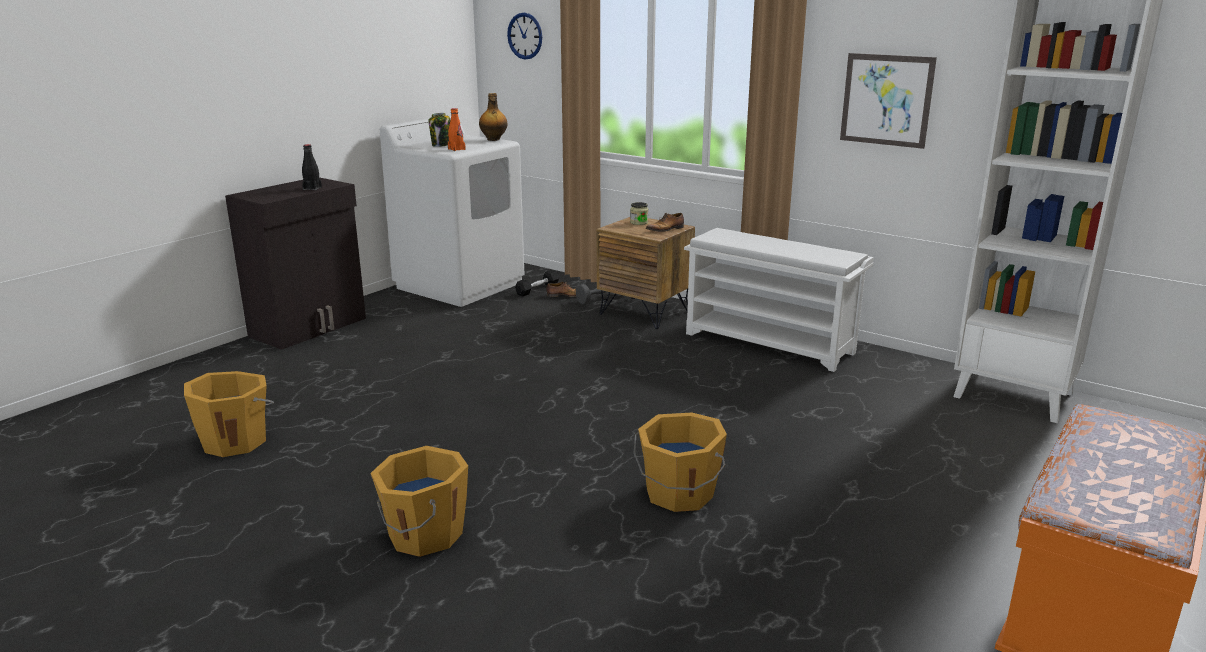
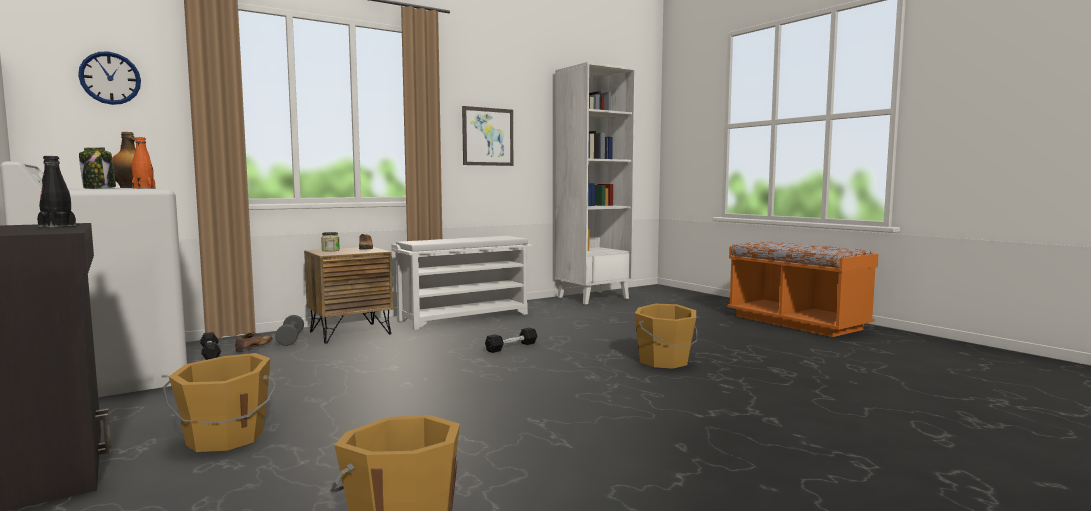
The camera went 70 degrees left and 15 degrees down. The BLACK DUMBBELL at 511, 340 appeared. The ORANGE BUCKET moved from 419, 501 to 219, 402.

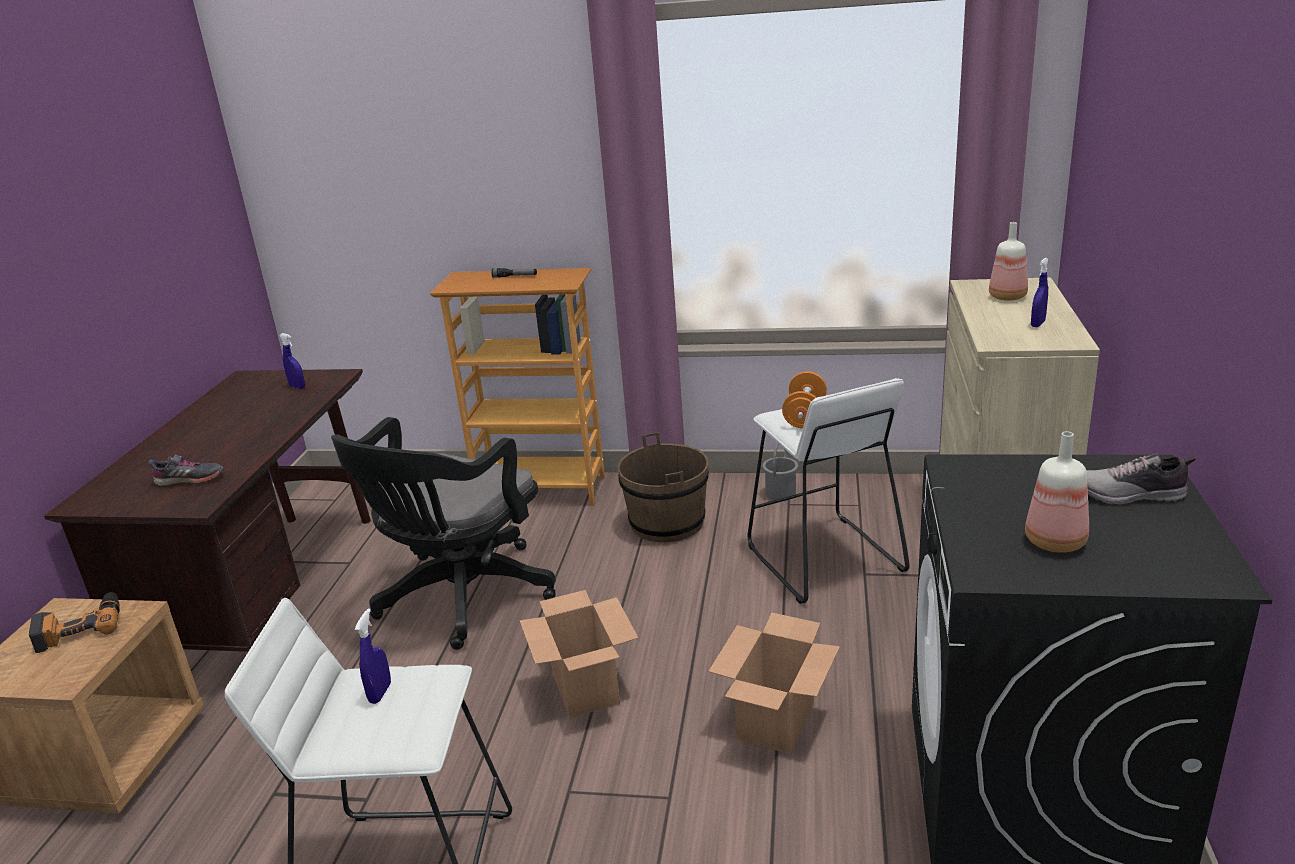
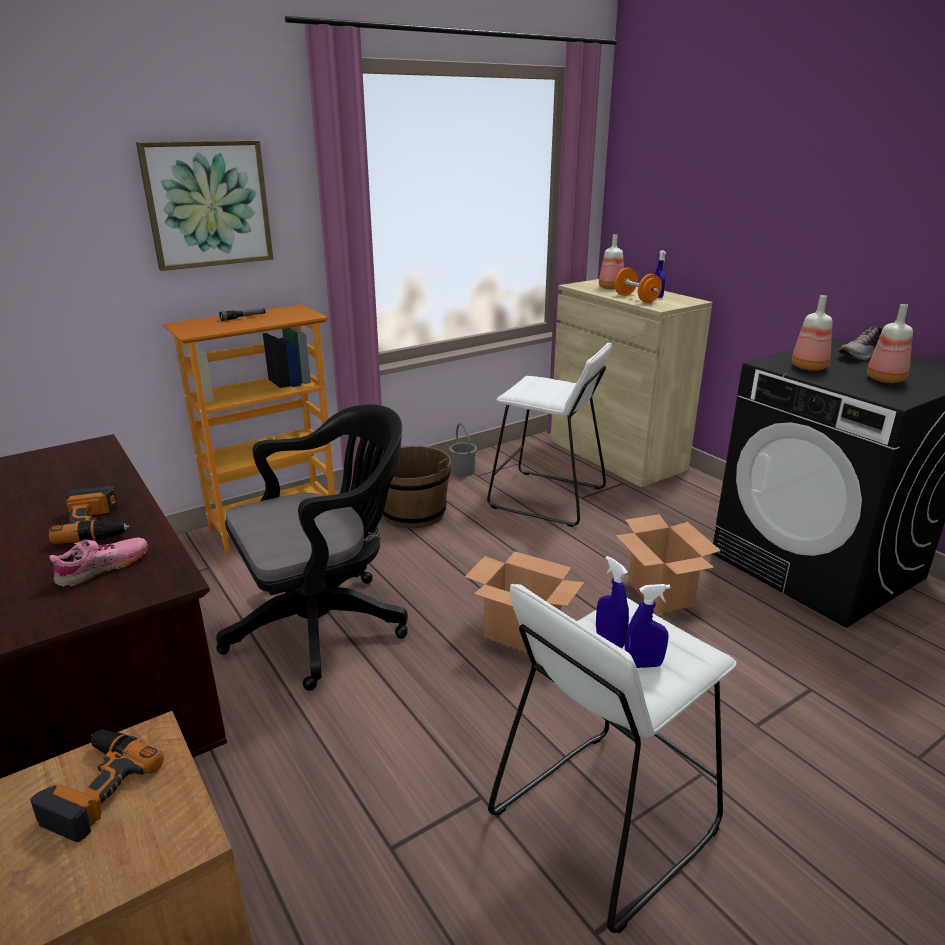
The camera went 45 degrees left and 0 degrees up. The POWER DRILL at 88, 514 appeared. The PICTURE at 204, 205 appeared. The BOTTLE at 812, 333 appeared. The BLUE SPRAY BOTTLE moved from 292, 361 to 647, 626. The ORANGE DUMBBELL moved from 804, 399 to 638, 285. The GREY SHOE at 186, 470 became the PINK SHOE at 98, 561. The BLACK OFFICE CHAIR at 443, 533 turned 105 degrees counterclockwise.

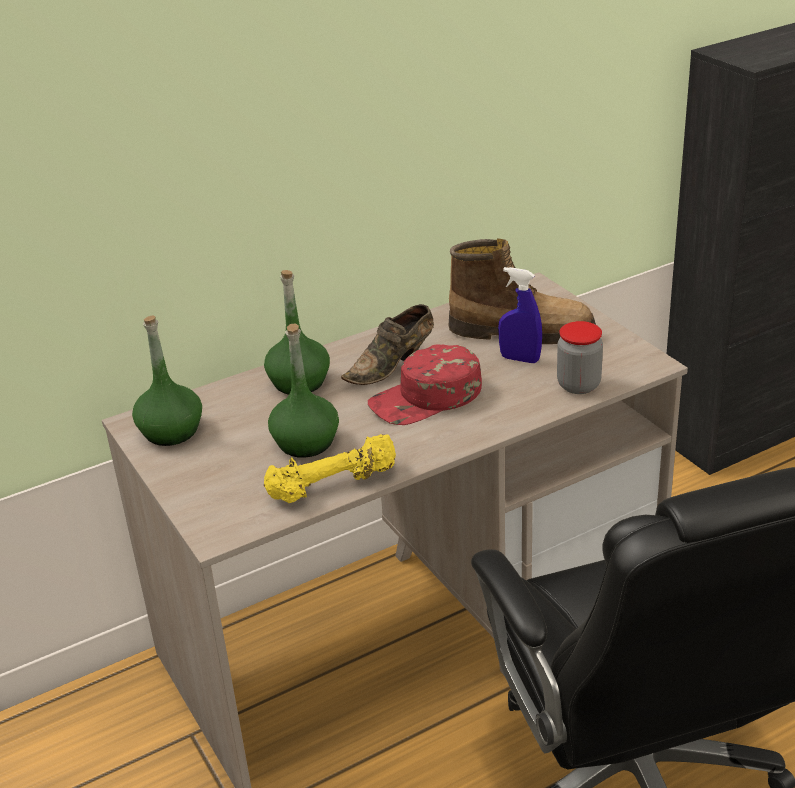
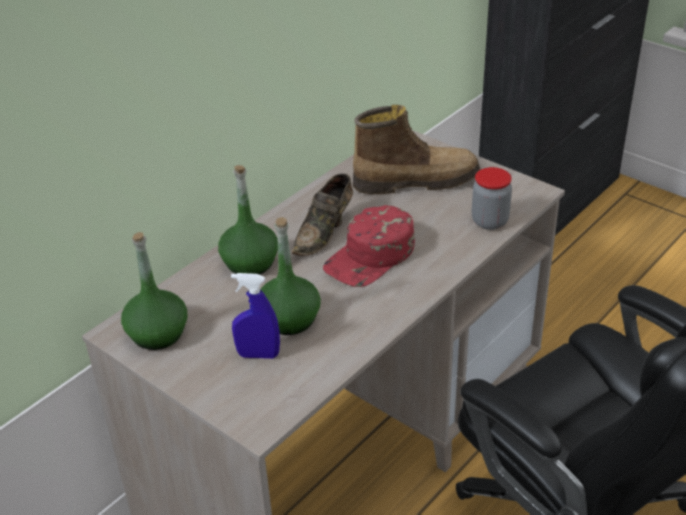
The camera went 20 degrees left and 5 degrees up. The YELLOW DUMBBELL at 330, 468 disappeared. The BLUE SPRAY BOTTLE moved from 520, 315 to 255, 316.

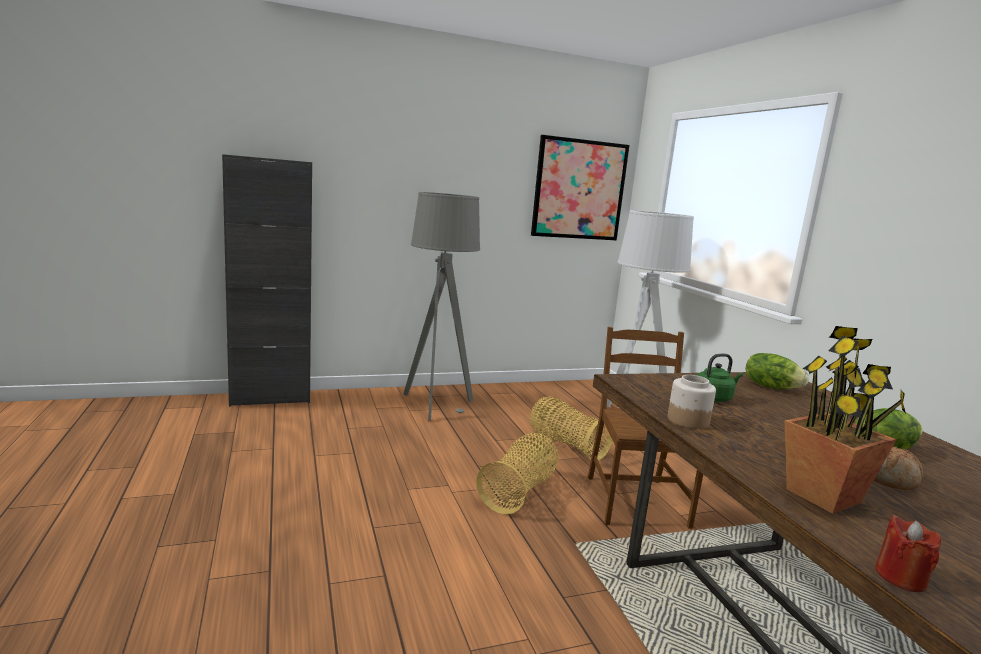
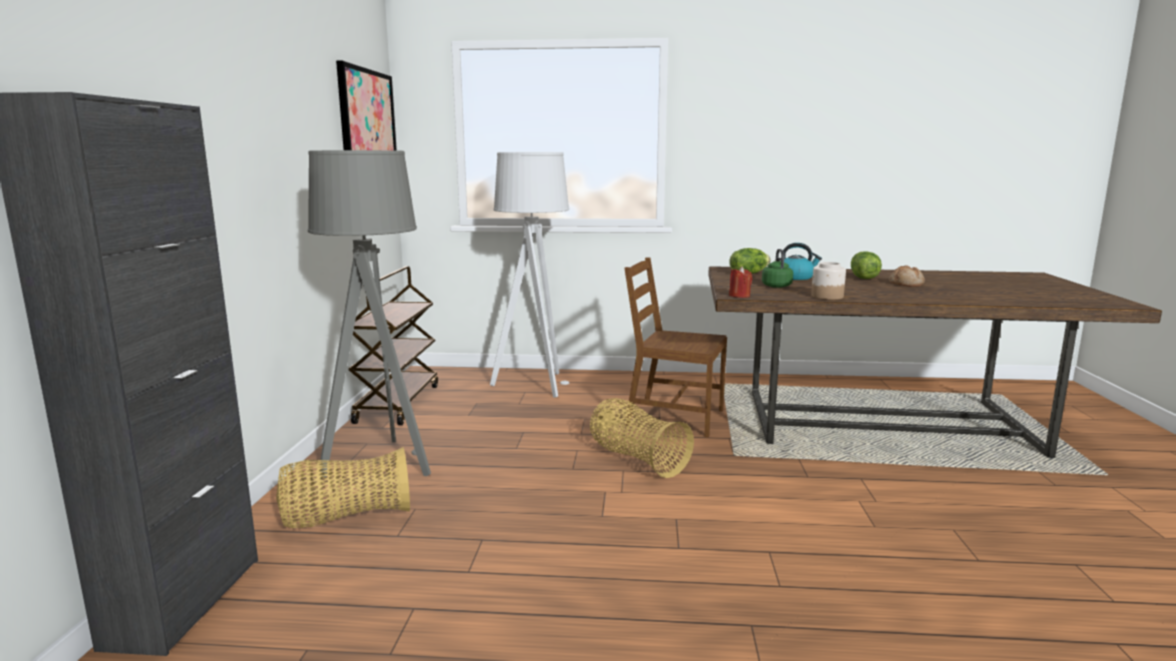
The camera went 65 degrees left and 0 degrees up. The POTTED PLANT at 845, 420 disappeared. The BROWN CART at 393, 345 appeared. The KETTLE at 802, 261 appeared. The BASKET moved from 571, 429 to 343, 487. The RED CANDLE moved from 908, 553 to 740, 282.

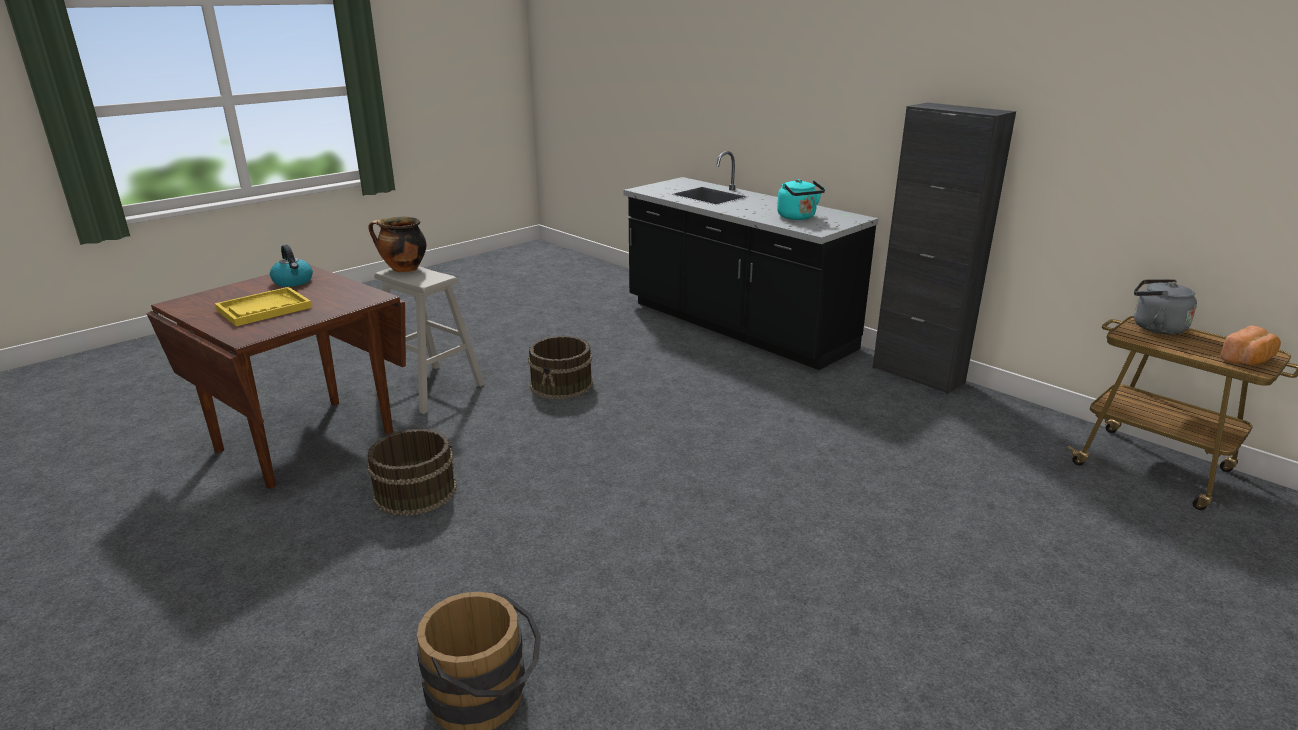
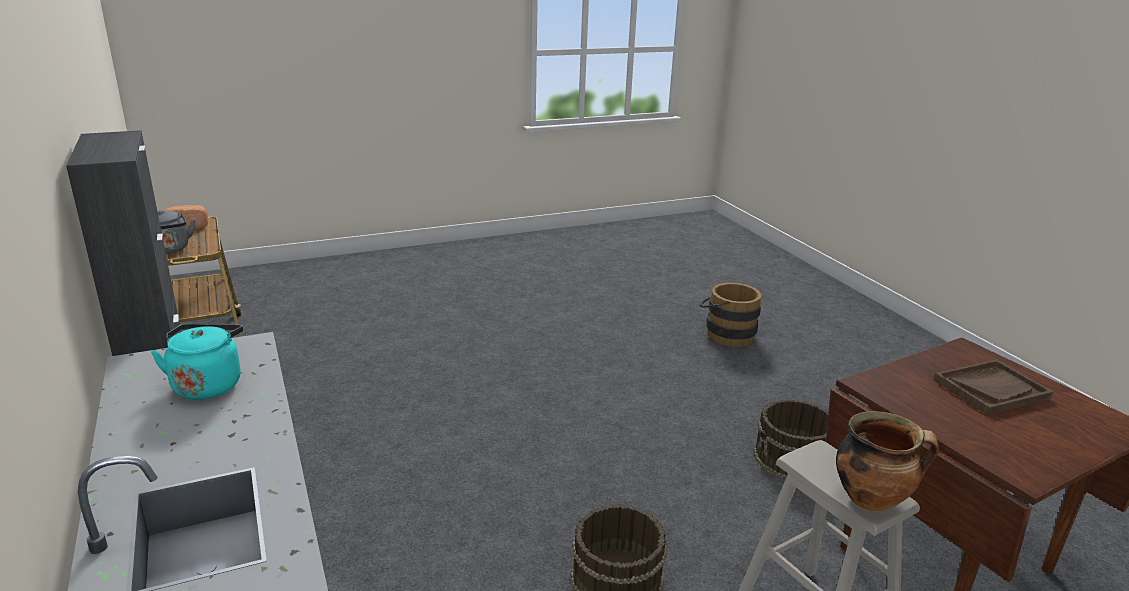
The camera went 160 degrees left and 0 degrees up. The KETTLE at 291, 266 disappeared. The YELLOW TRAY at 263, 306 became the BROWN TRAY at 994, 387.

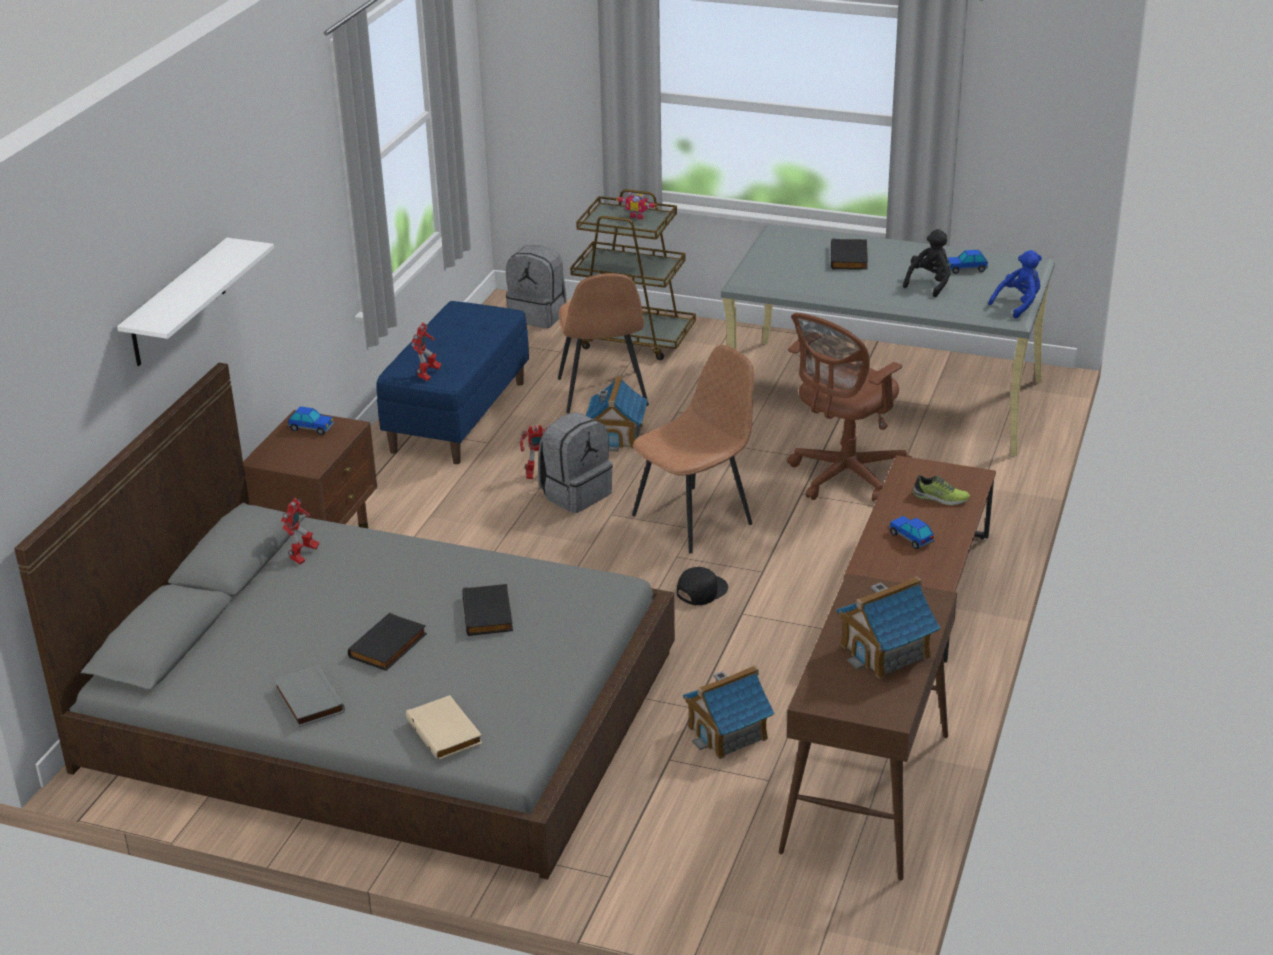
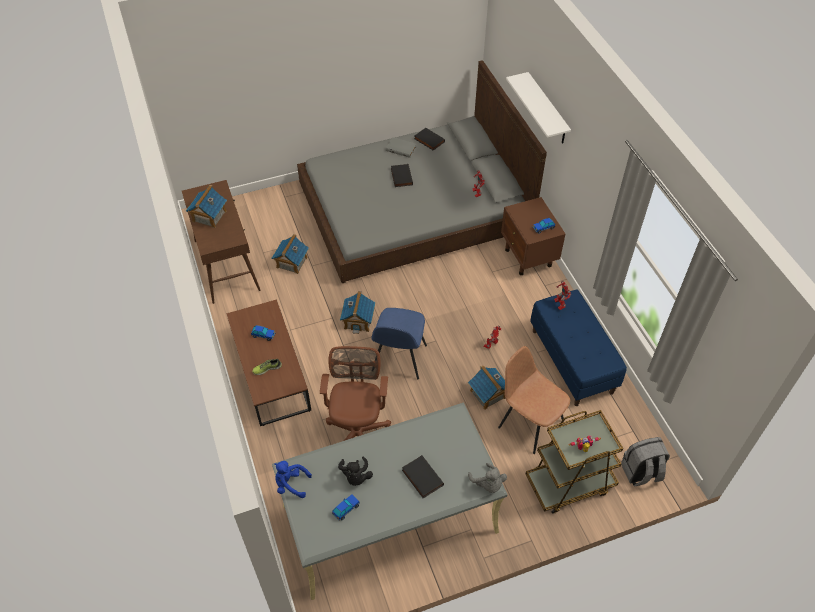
The camera went 140 degrees right and 20 degrees up. The BEIGE BOOK at 444, 728 disappeared. The GREY BACKPACK at 575, 462 disappeared. The GREY PLUSH TOY at 487, 478 appeared. The BLACK BOOK moved from 487, 610 to 429, 139. The BLACK CAP at 702, 586 was replaced by the TOY HOUSE at 357, 312. The BROWN CHAIR at 693, 449 became the BLUE CHAIR at 399, 344. The BLUE PLUSH TOY at 1015, 284 turned 90 degrees clockwise.

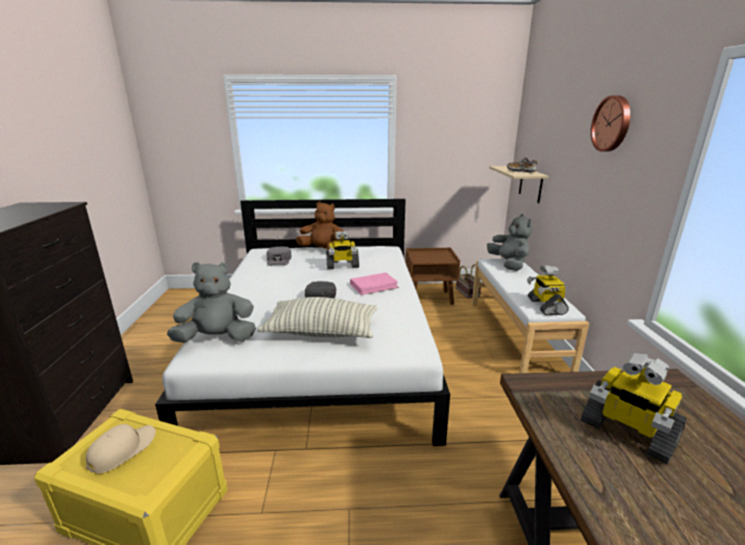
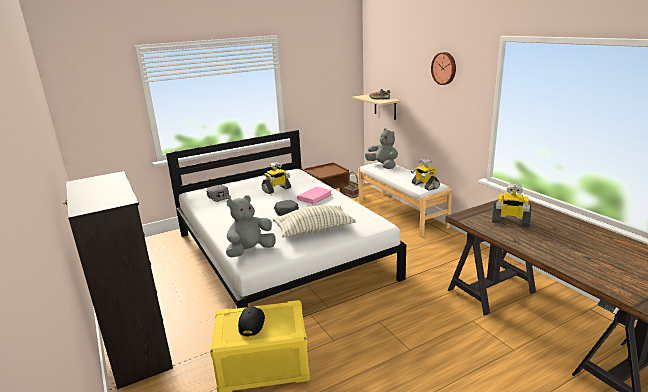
The camera went 25 degrees left and 0 degrees up. The BROWN PLUSH TOY at 319, 225 disappeared. The BEIGE CAP at 120, 449 became the BLACK CAP at 251, 321.

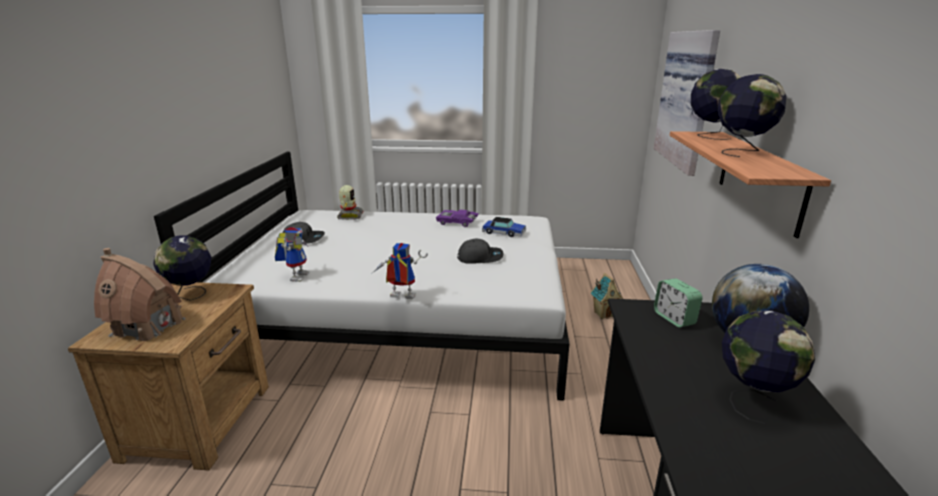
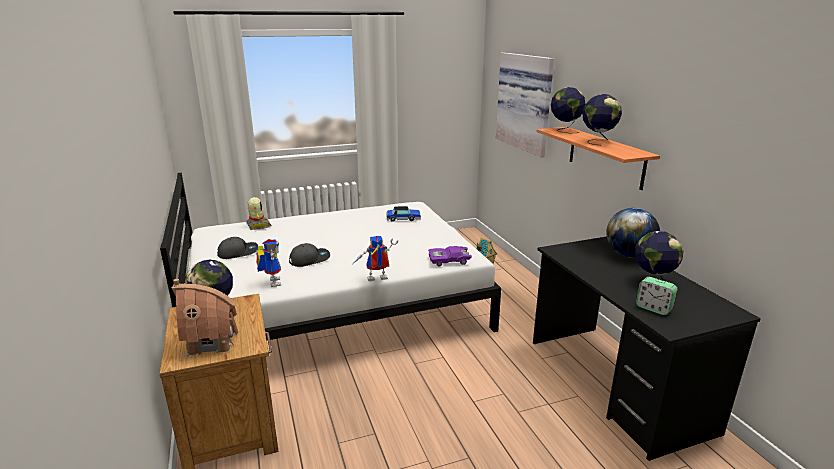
The camera went 25 degrees left and 0 degrees up. The PURPLE TOY CAR moved from 457, 218 to 450, 256. The GREY CAP moved from 480, 251 to 309, 255. The ALARM CLOCK moved from 678, 302 to 656, 296.

